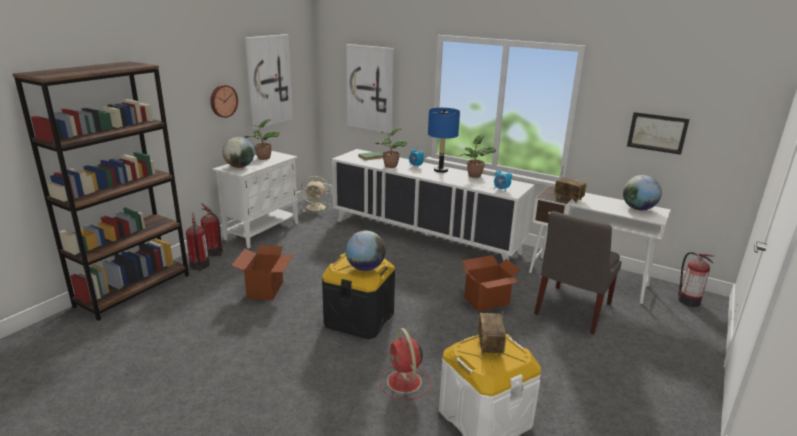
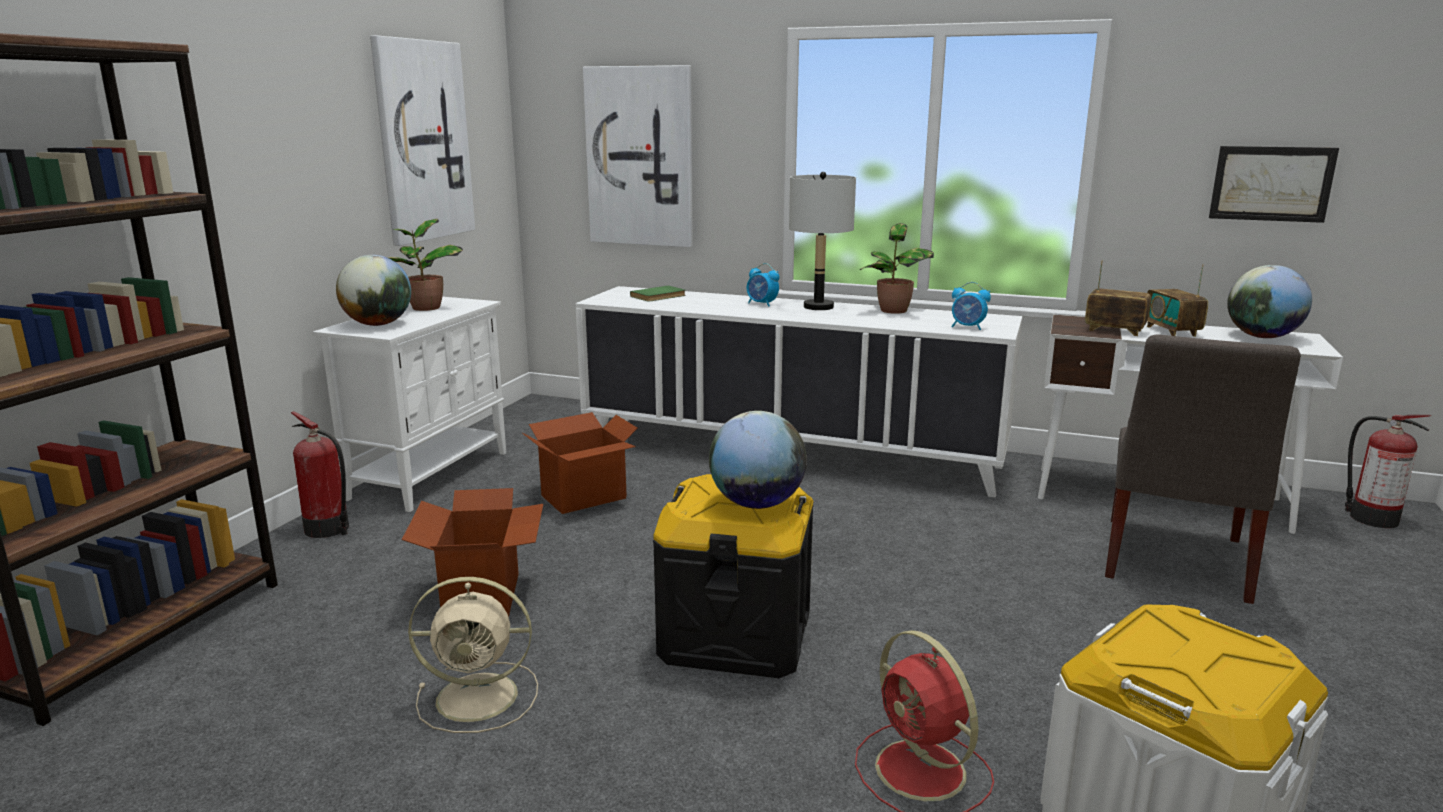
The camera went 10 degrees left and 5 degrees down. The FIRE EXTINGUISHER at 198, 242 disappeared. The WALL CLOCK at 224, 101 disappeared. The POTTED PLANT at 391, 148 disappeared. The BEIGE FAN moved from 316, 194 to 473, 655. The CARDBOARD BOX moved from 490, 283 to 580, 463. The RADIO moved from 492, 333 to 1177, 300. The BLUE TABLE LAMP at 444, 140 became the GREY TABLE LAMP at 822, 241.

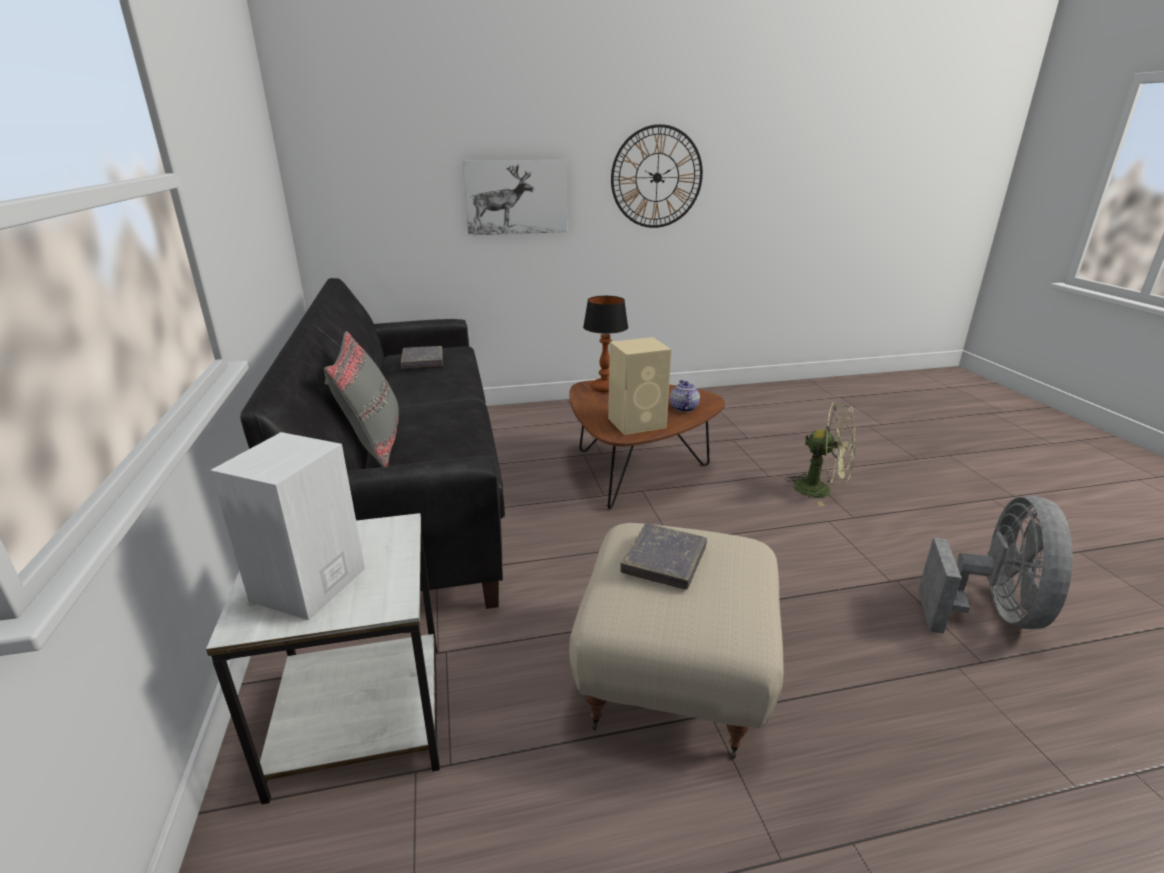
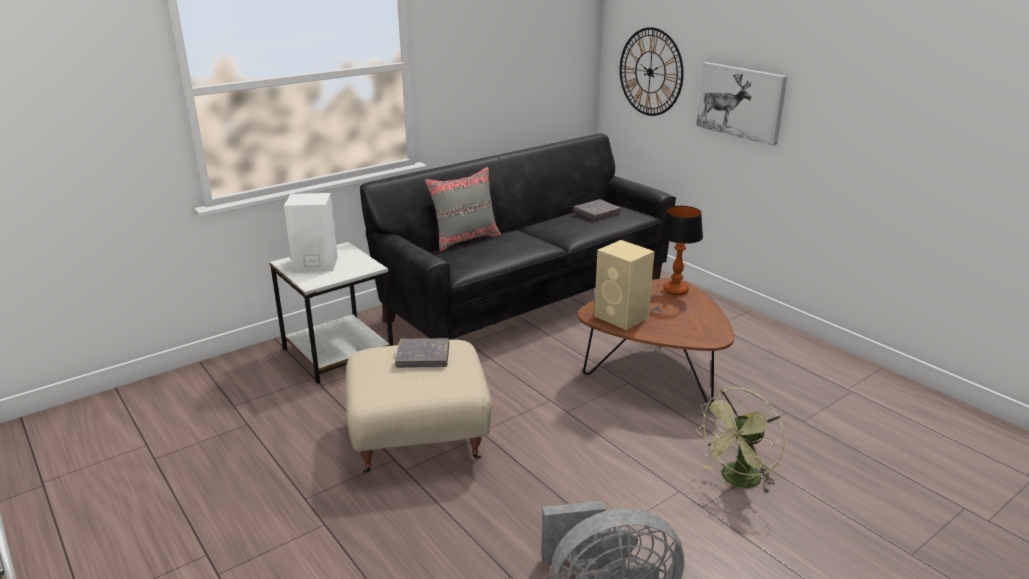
The camera went 65 degrees right and 0 degrees up. The TEAPOT at 685, 396 disappeared. The WALL CLOCK moved from 657, 176 to 652, 71. The GREEN FAN at 820, 454 turned 45 degrees clockwise.

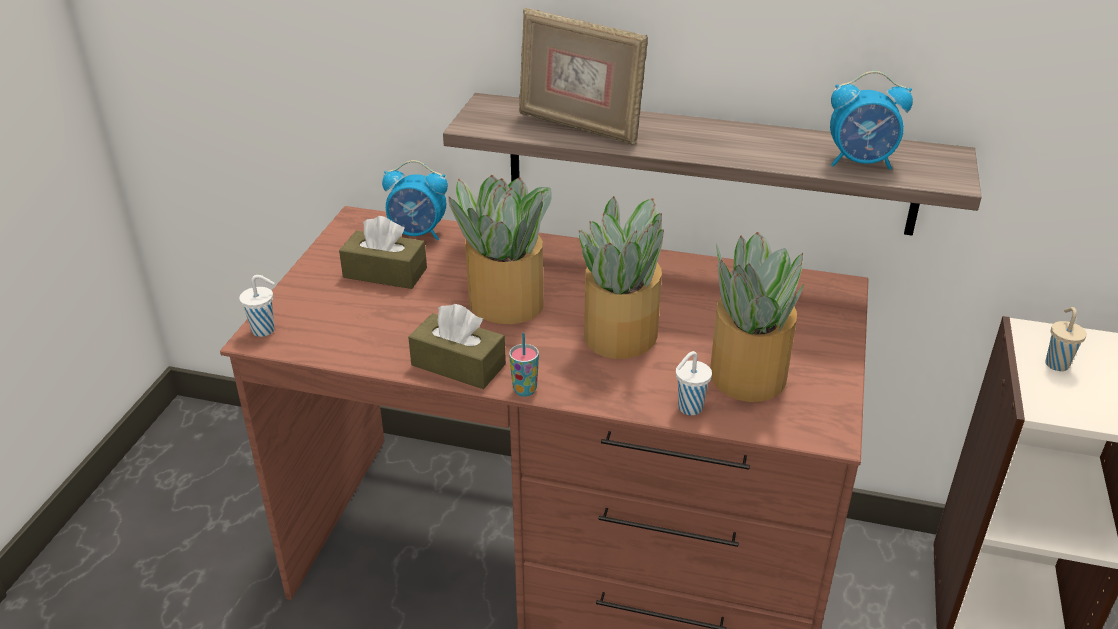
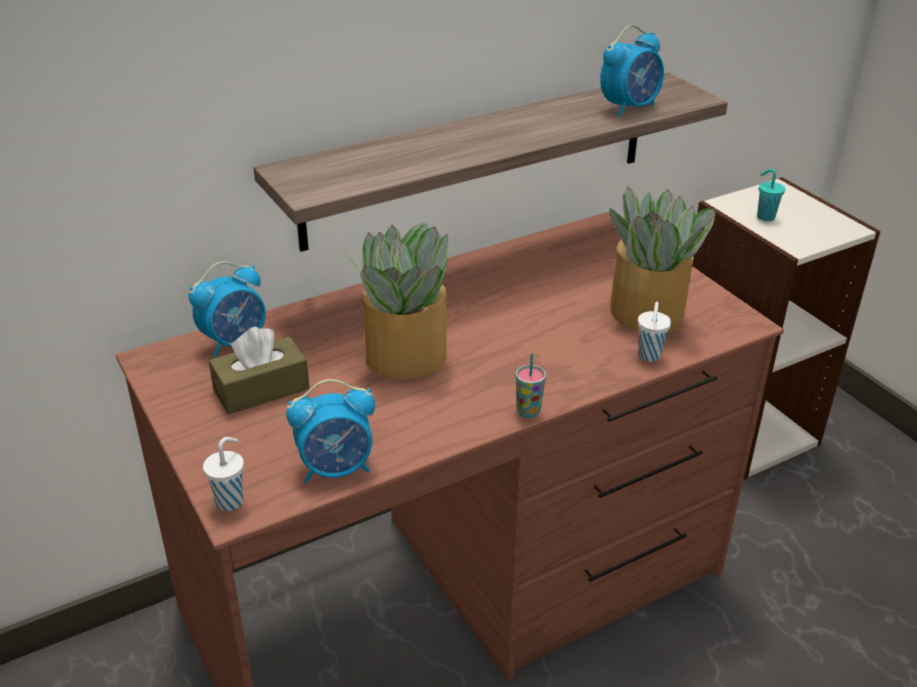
The camera went 45 degrees left and 0 degrees up. The BROWN TISSUE BOX at 457, 346 disappeared. The PICTURE FRAME at 583, 76 disappeared. The POTTED PLANT at 621, 277 disappeared. The ALARM CLOCK at 330, 431 appeared. The BEIGE CUP at 1066, 339 became the TURQUOISE CUP at 771, 195.

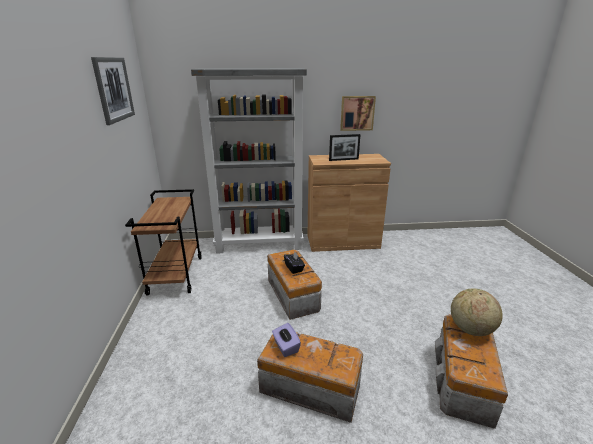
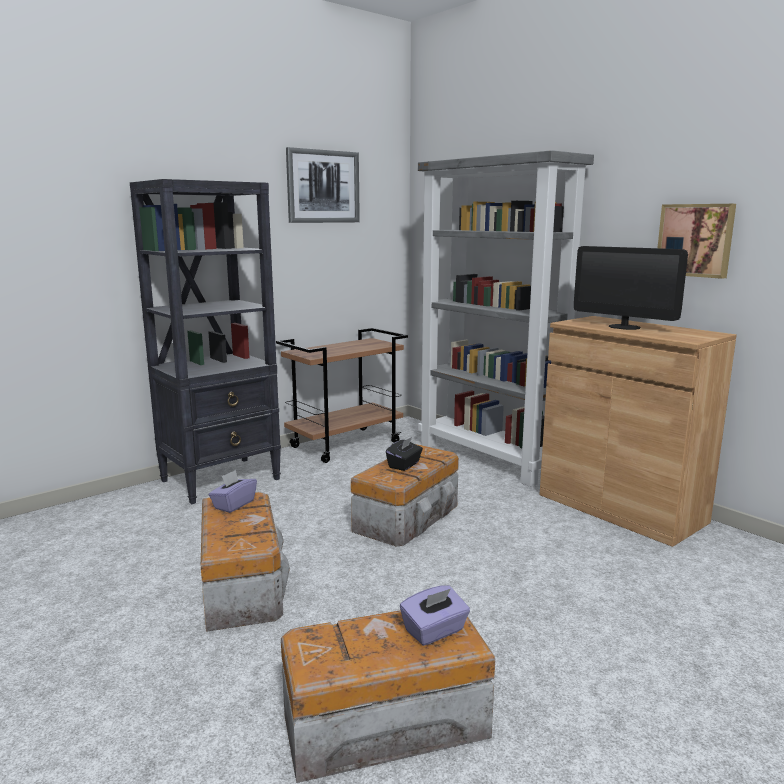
The camera went 55 degrees right and 10 degrees down. The BLACK BOOKCASE at 205, 341 appeared. The PICTURE FRAME at 345, 147 was replaced by the MONITOR at 631, 288. The GLOBE at 477, 312 was replaced by the PURPLE TISSUE BOX at 435, 615.

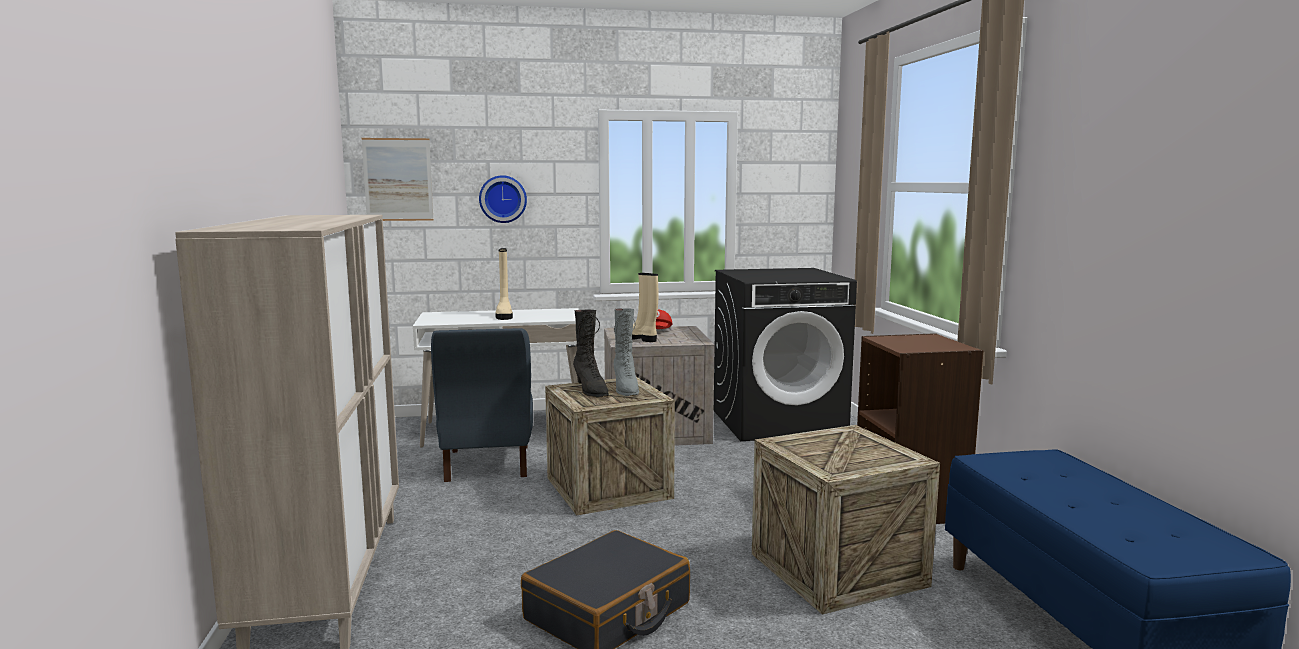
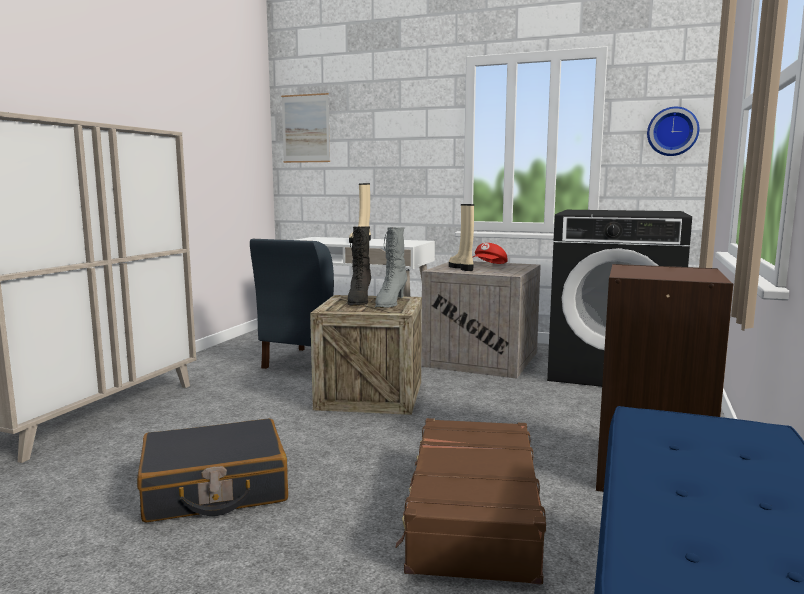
The camera went 30 degrees right and 0 degrees up. The WALL CLOCK moved from 503, 199 to 673, 131. The CRATE at 846, 520 was replaced by the BROWN SUITCASE at 470, 501.

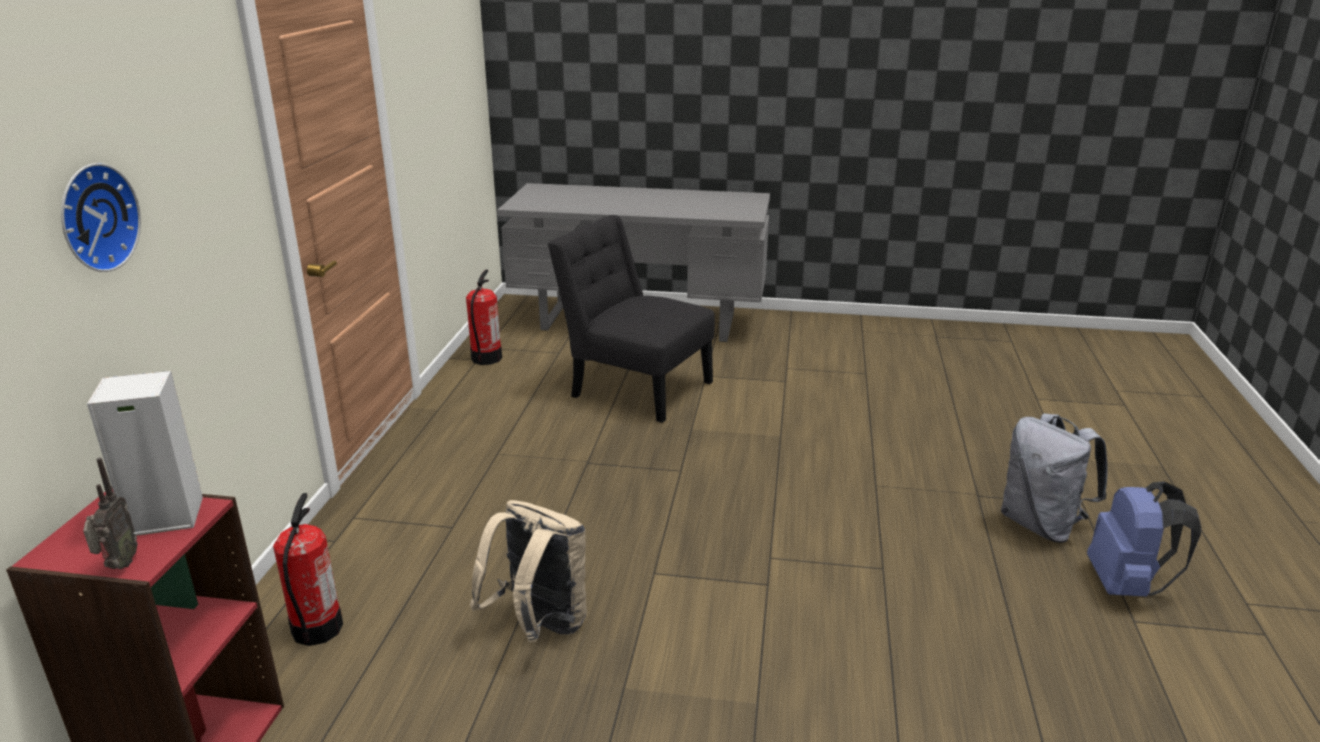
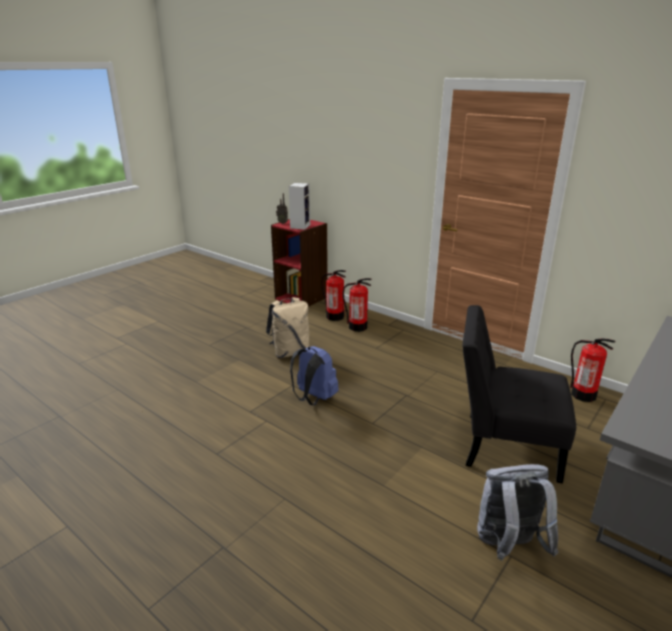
The camera went 120 degrees right and 0 degrees up. The WALL CLOCK at 101, 217 disappeared. The FIRE EXTINGUISHER at 357, 305 appeared. The GREY BACKPACK moved from 1054, 478 to 518, 512. The BLUE BACKPACK moved from 1144, 538 to 314, 375. The BLACK CHAIR at 631, 319 turned 135 degrees counterclockwise.

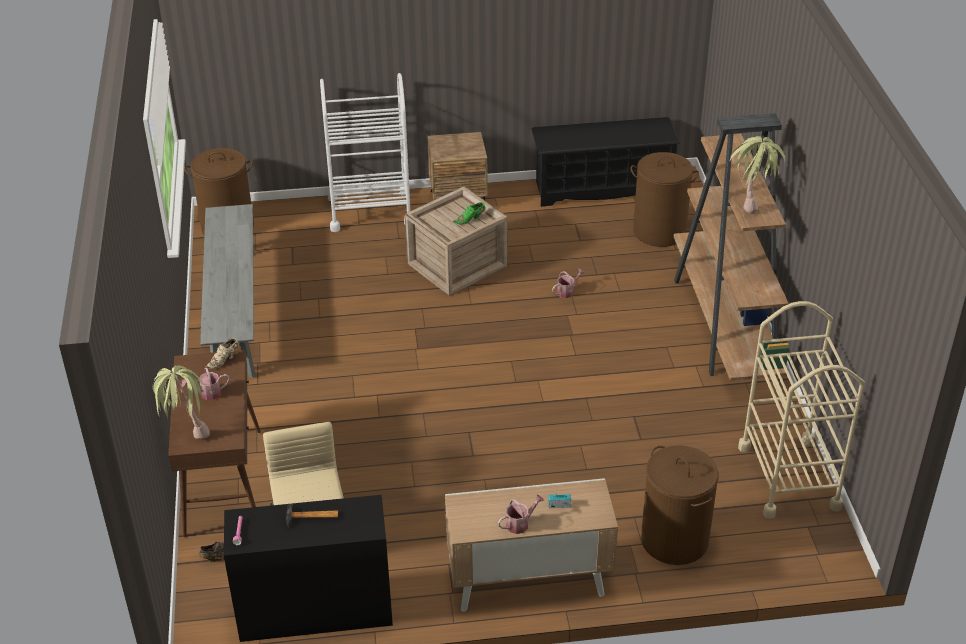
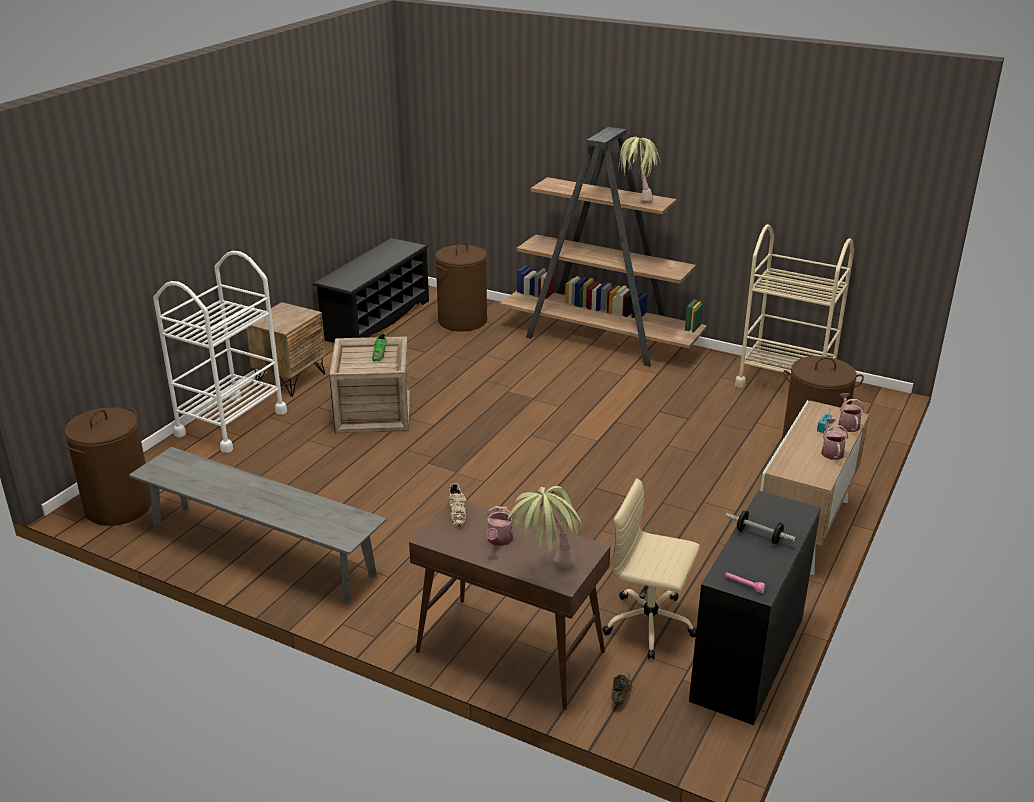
The camera went 55 degrees left and 10 degrees down. The WATERING CAN moved from 568, 283 to 851, 412. The HAMMER at 312, 516 was replaced by the DUMBBELL at 761, 527.

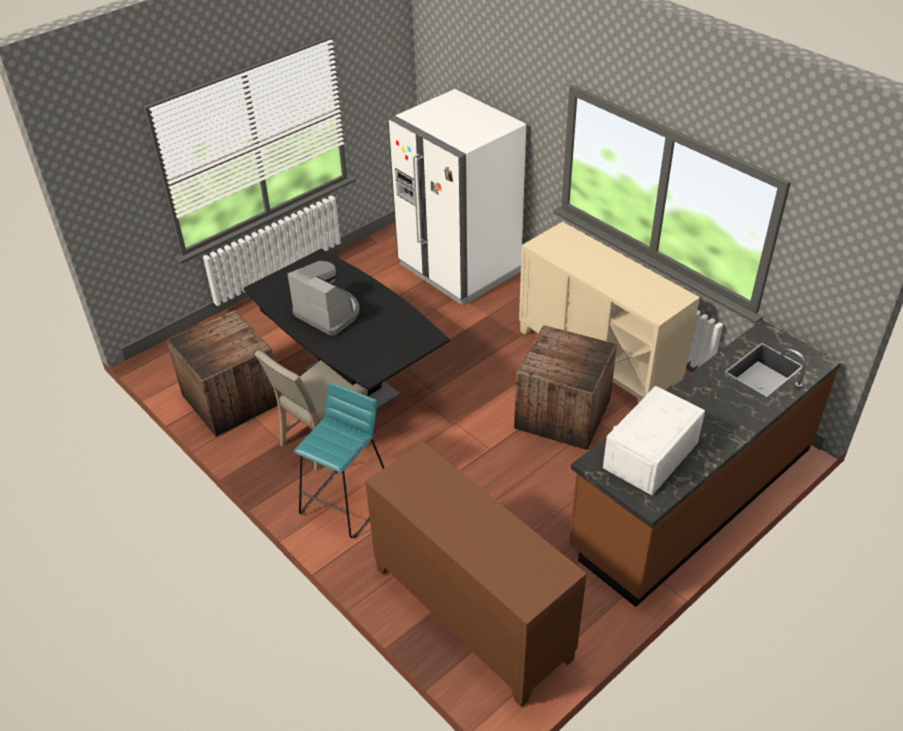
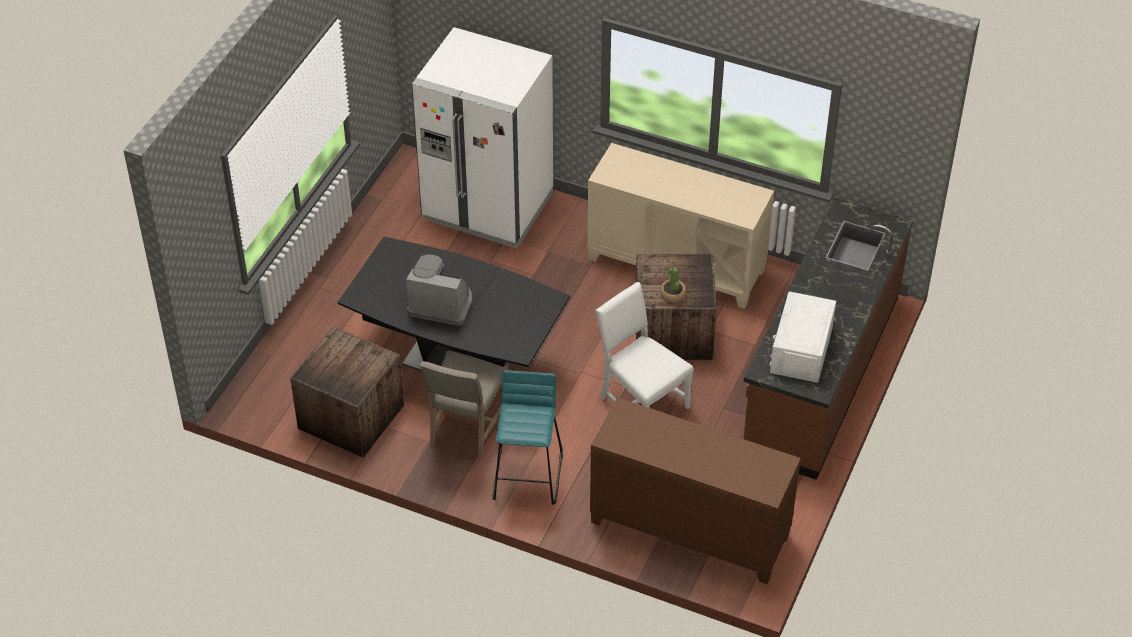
The camera went 25 degrees left and 5 degrees up. The WHITE CHAIR at 644, 345 appeared. The POTTED PLANT at 673, 285 appeared.

